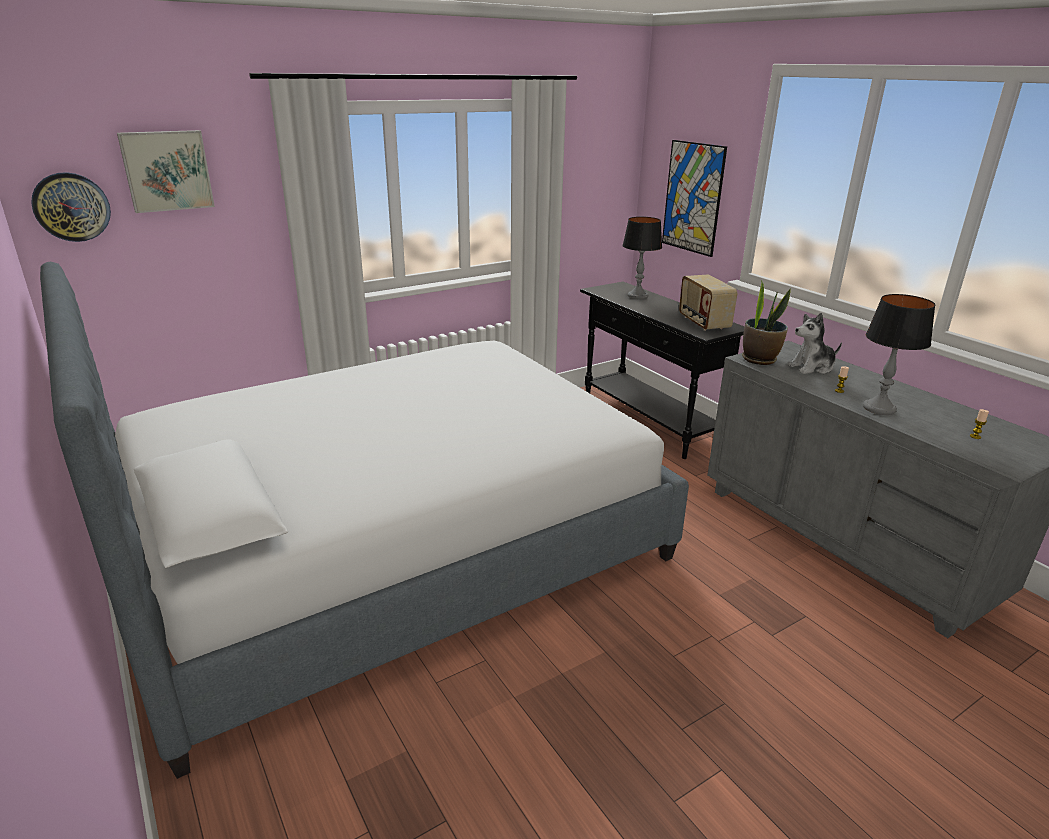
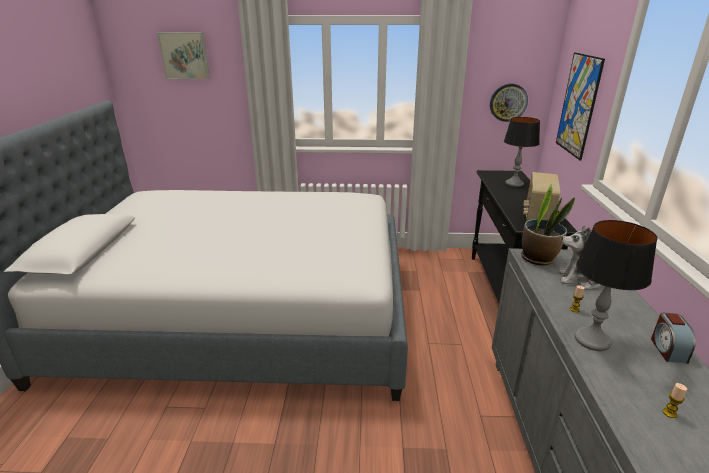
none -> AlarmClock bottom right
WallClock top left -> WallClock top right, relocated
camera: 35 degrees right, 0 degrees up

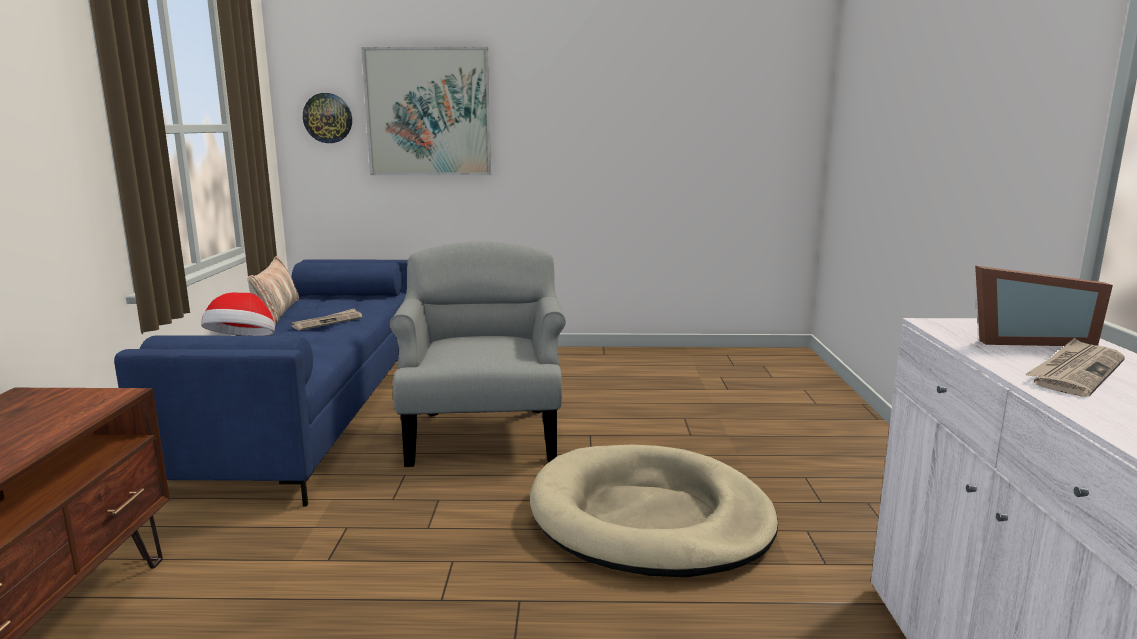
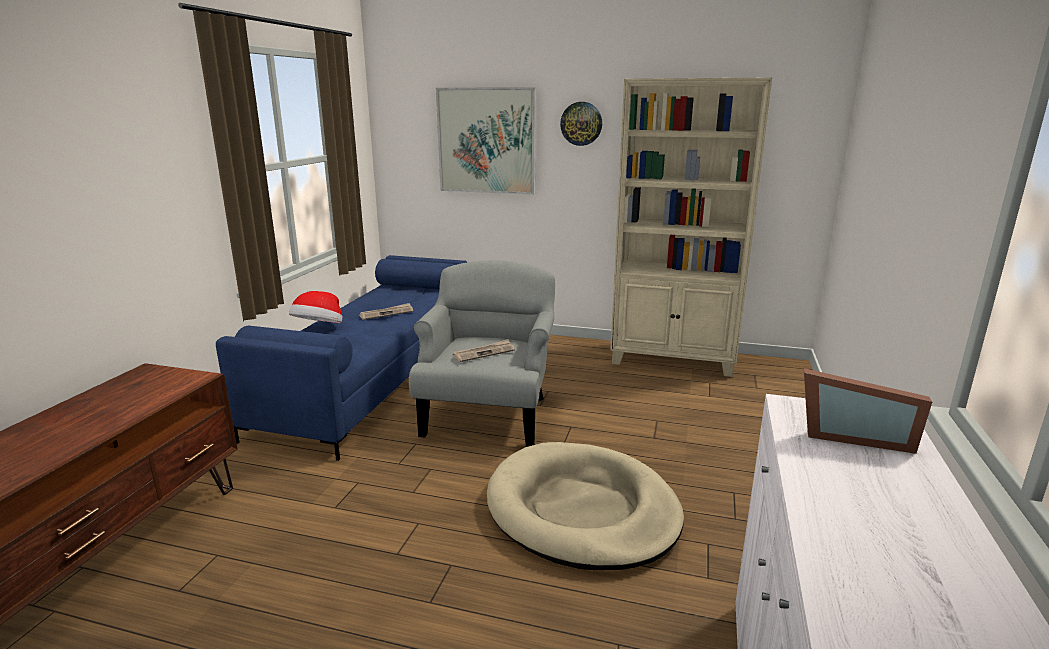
Pillow middle left -> none
none -> BeigeBookcase centre
WallClock top left -> WallClock top centre, relocated
Newspaper (no. 2 from left) middle right -> Newspaper (no. 2 from left) centre, relocated
camera: 15 degrees right, 5 degrees up

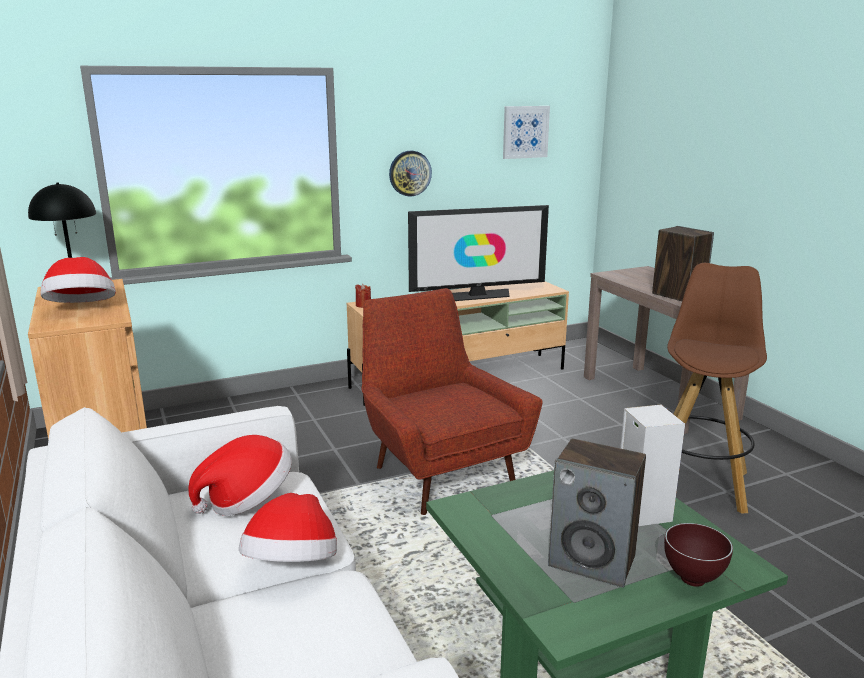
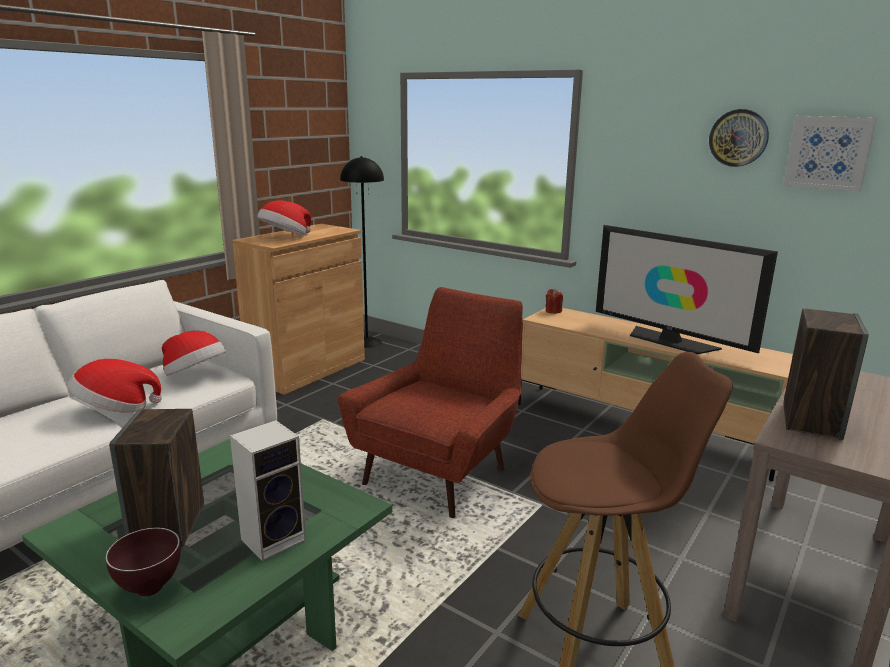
WallClock top centre -> WallClock top right, relocated
camera: 60 degrees right, 0 degrees up

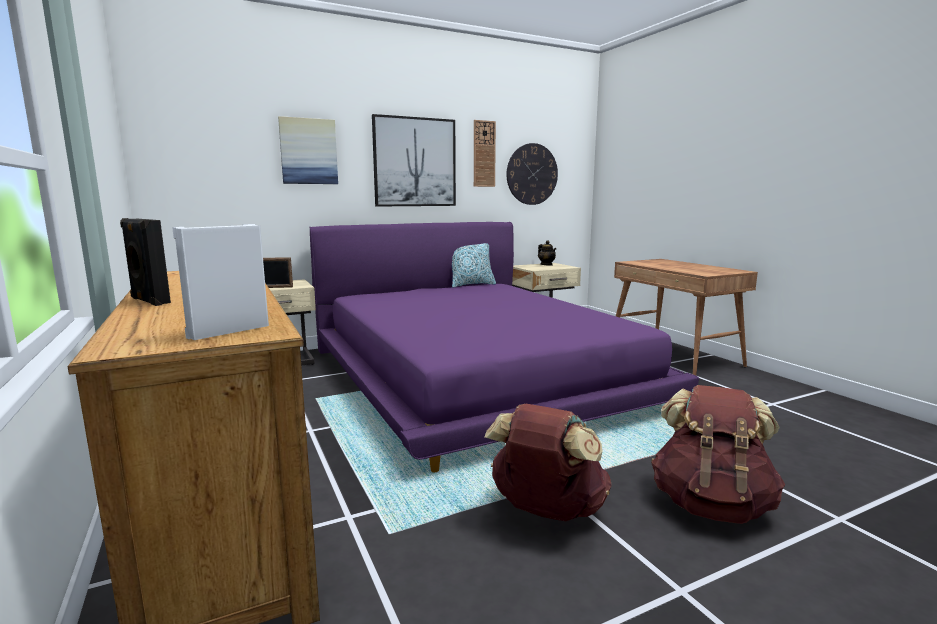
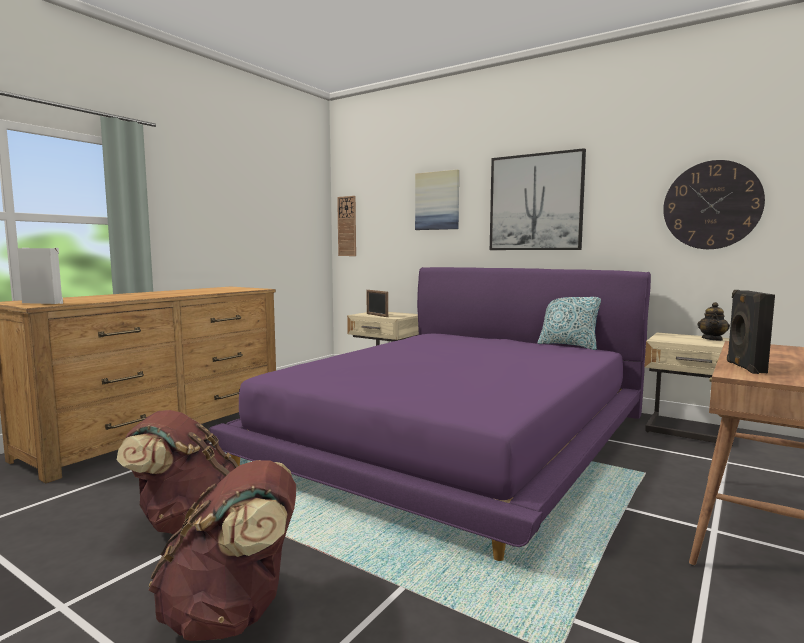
BlackSpeaker middle left -> BlackSpeaker middle right, relocated
WallClock (no. 1 from left) top centre -> WallClock (no. 1 from left) centre, relocated
camera: 60 degrees right, 5 degrees down

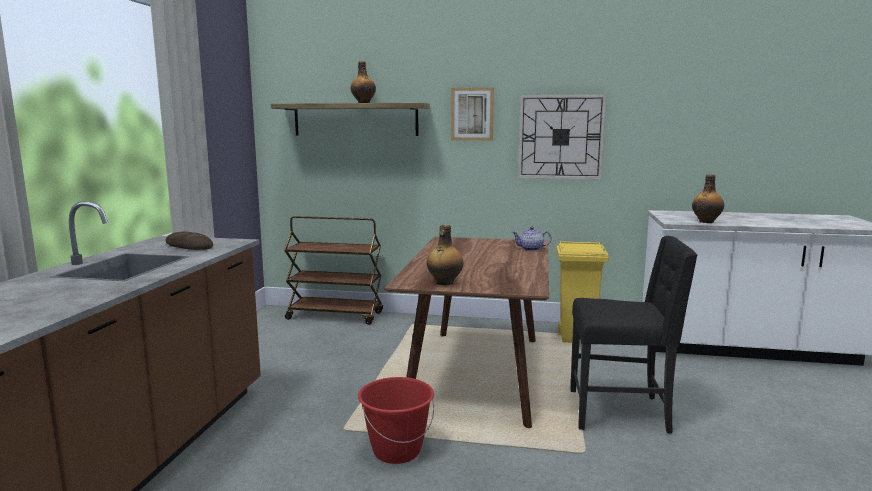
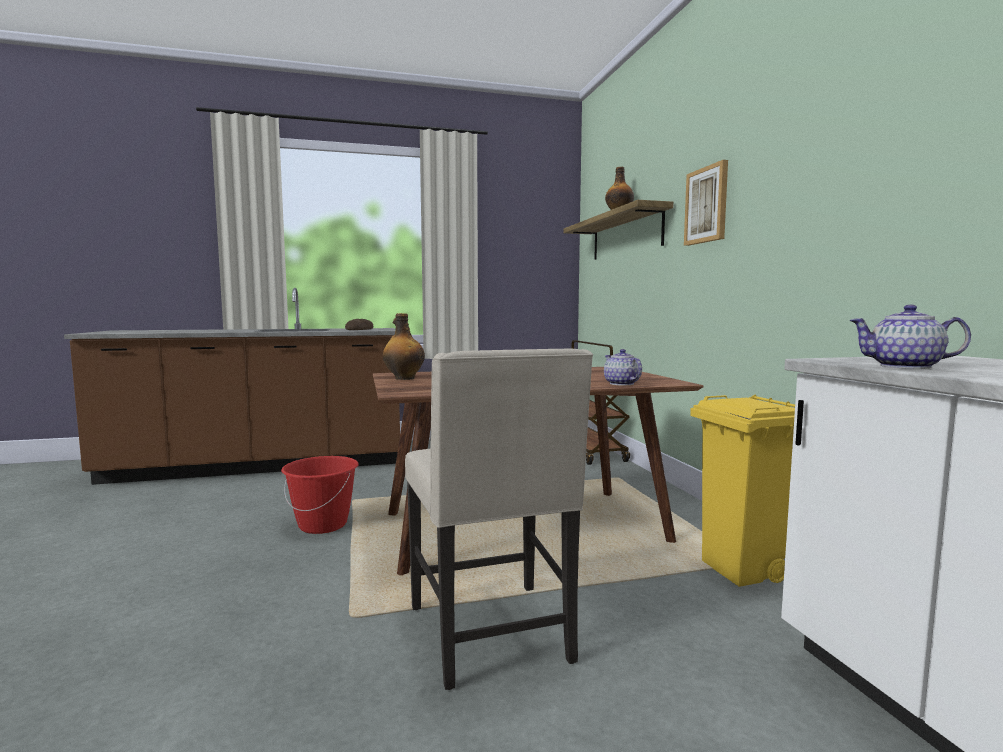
WallClock top centre -> none
Bottle (no. 3 from left) middle right -> Teapot (no. 2 from left) middle right
BlackChair bottom right -> BeigeChair bottom centre
camera: 65 degrees right, 5 degrees down

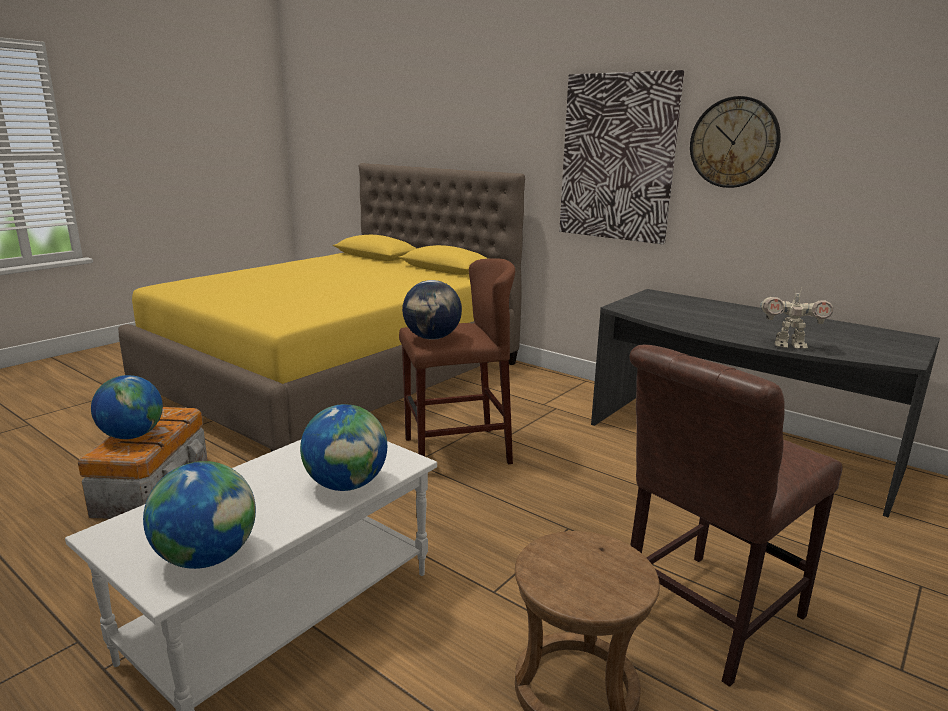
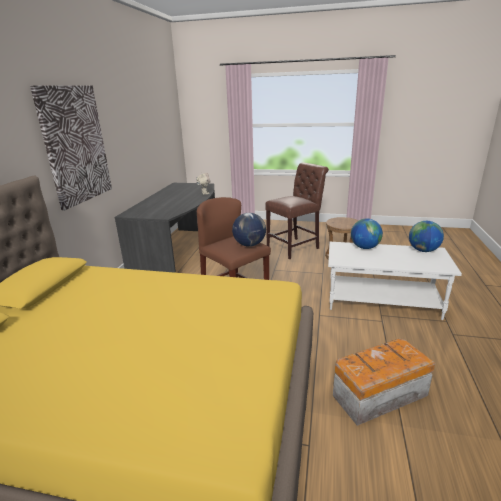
Globe (no. 1 from left) middle left -> none
WallClock top right -> none
BrownChair bottom right -> BrownChair centre, 60 degrees counterclockwise
camera: 115 degrees left, 5 degrees up

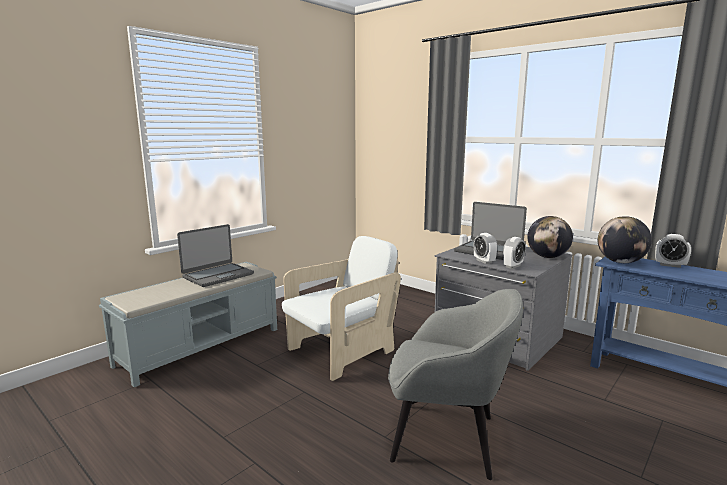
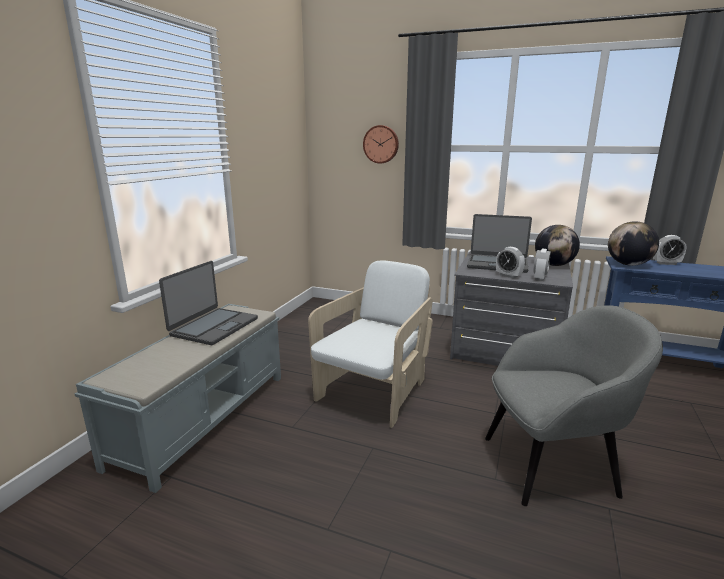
none -> WallClock top centre
camera: 20 degrees left, 5 degrees up

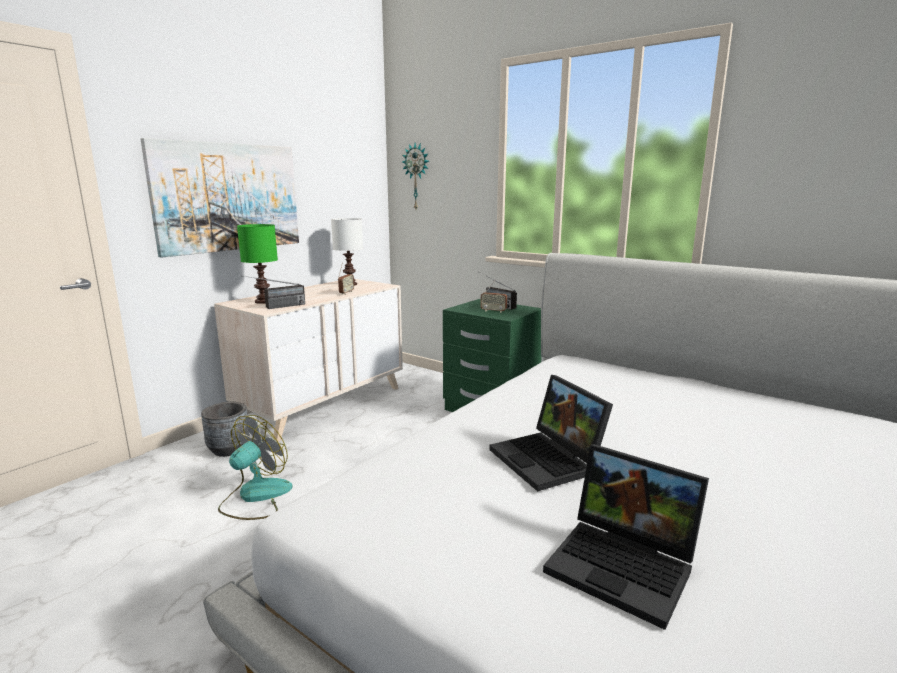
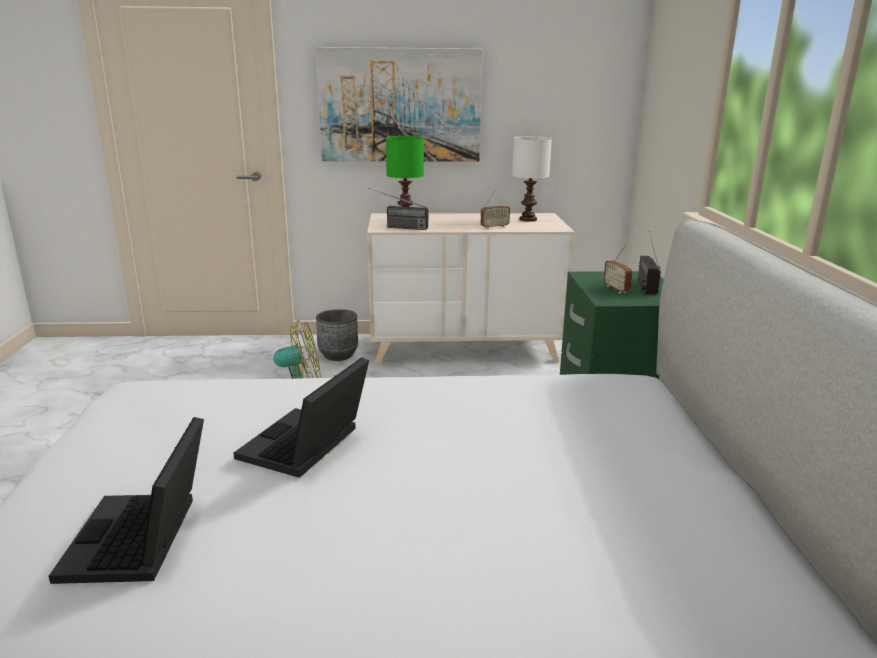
WallClock top centre -> none
camera: 50 degrees right, 5 degrees up

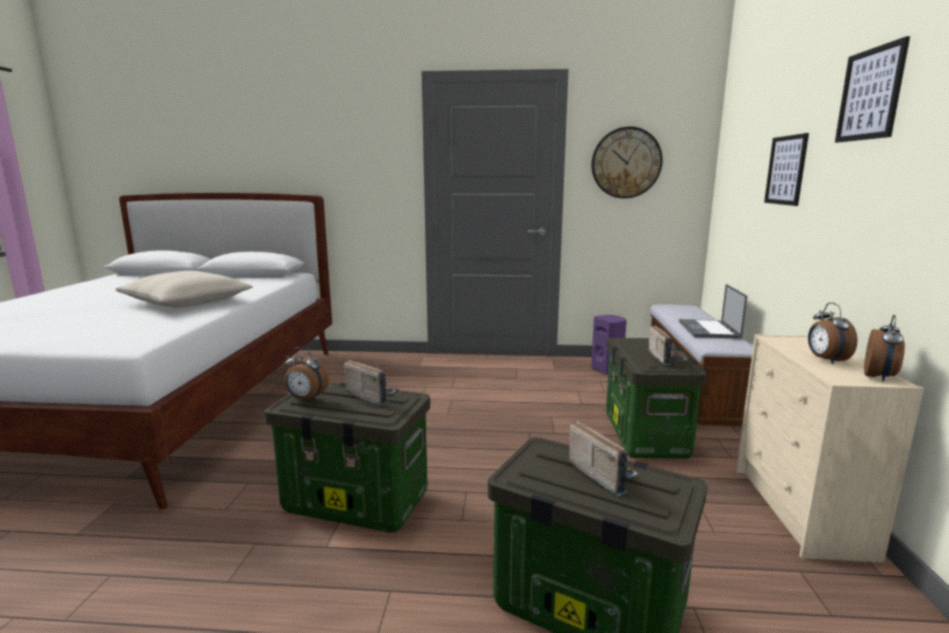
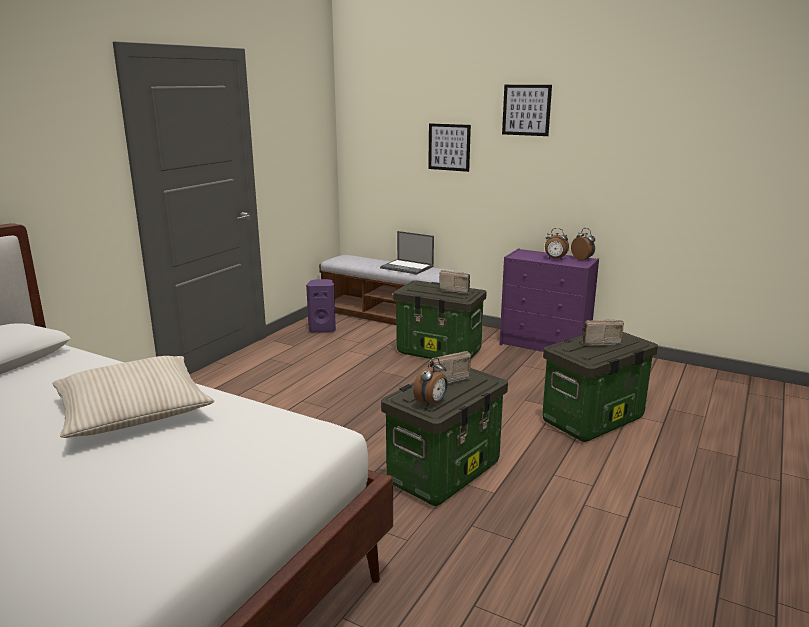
WallClock top centre -> none
BeigeDresser bottom right -> PurpleDresser middle right
camera: 65 degrees left, 5 degrees up

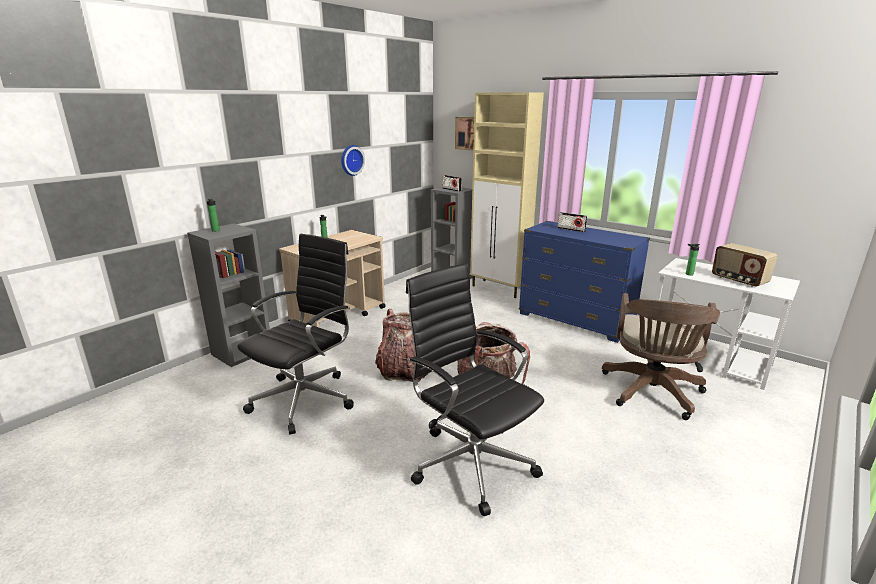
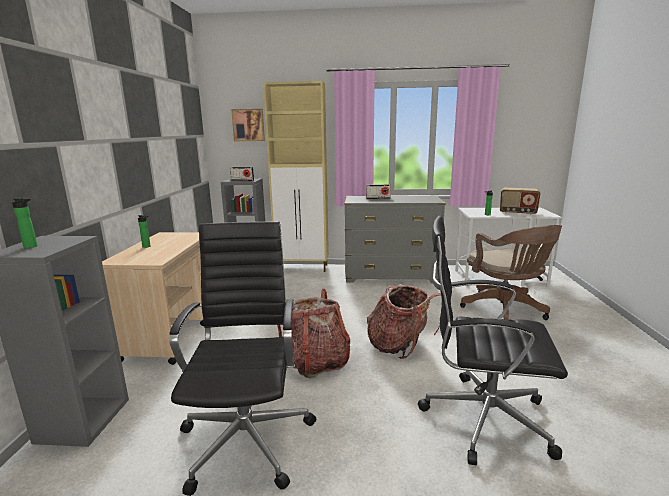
WallClock top centre -> none
BlueDresser middle right -> GreyDresser centre
camera: 35 degrees left, 5 degrees down

